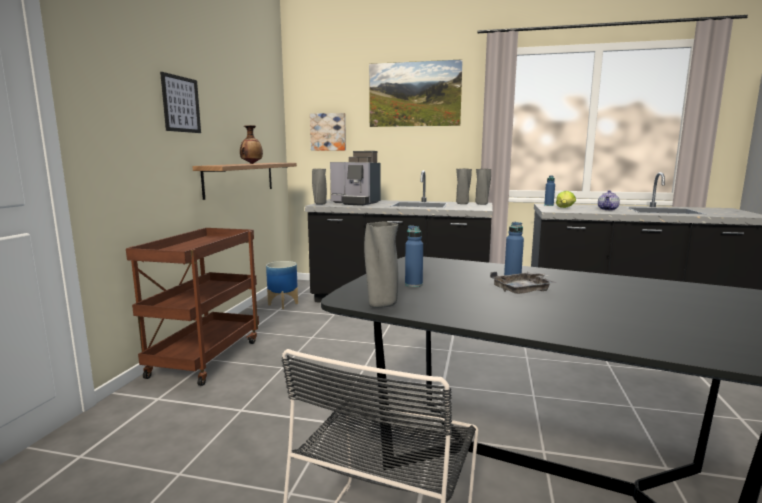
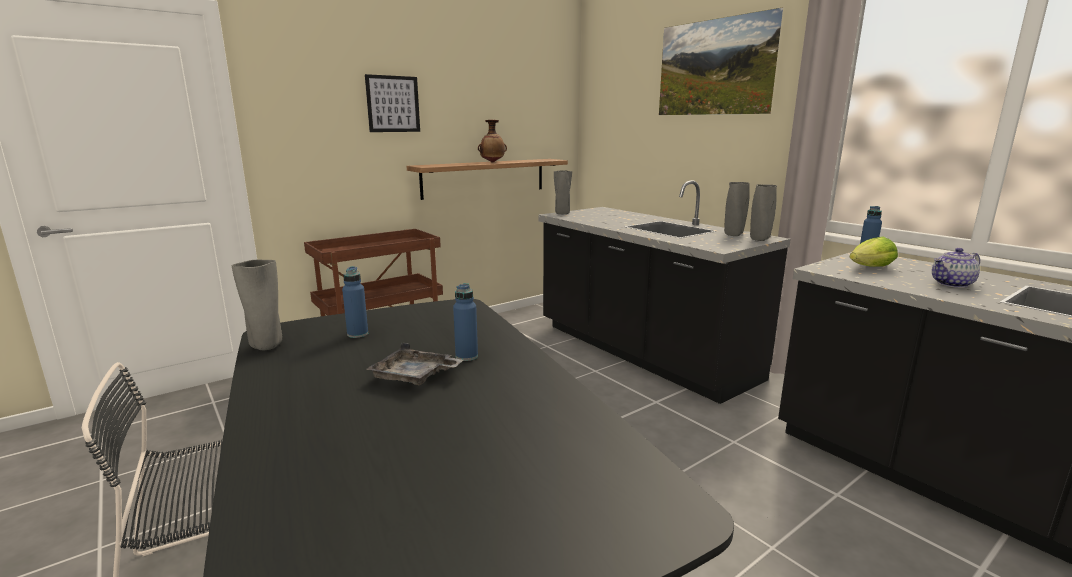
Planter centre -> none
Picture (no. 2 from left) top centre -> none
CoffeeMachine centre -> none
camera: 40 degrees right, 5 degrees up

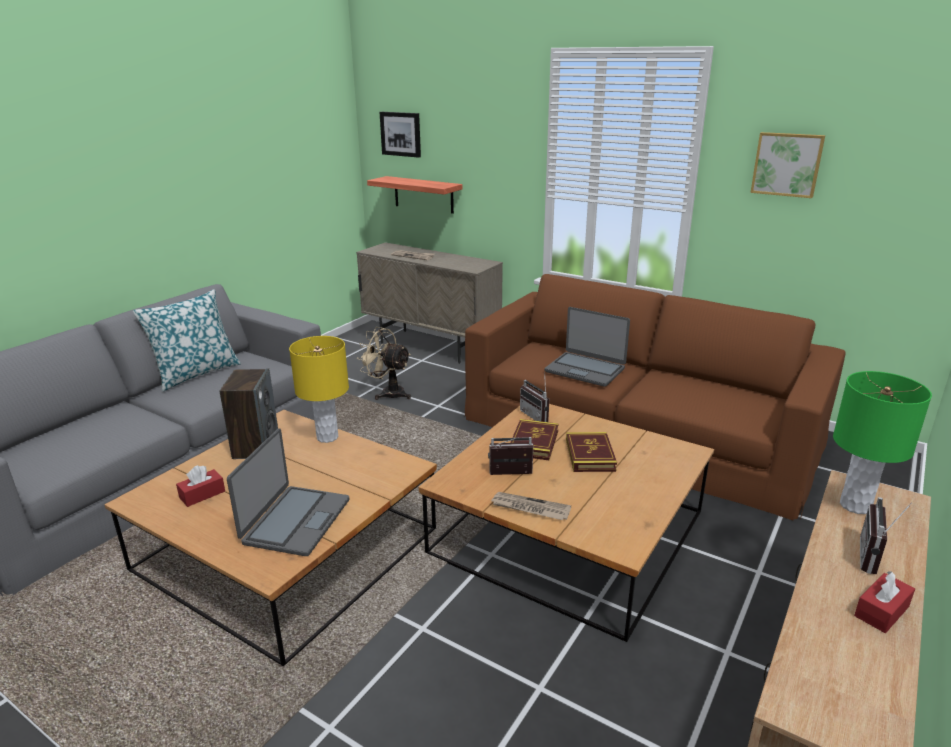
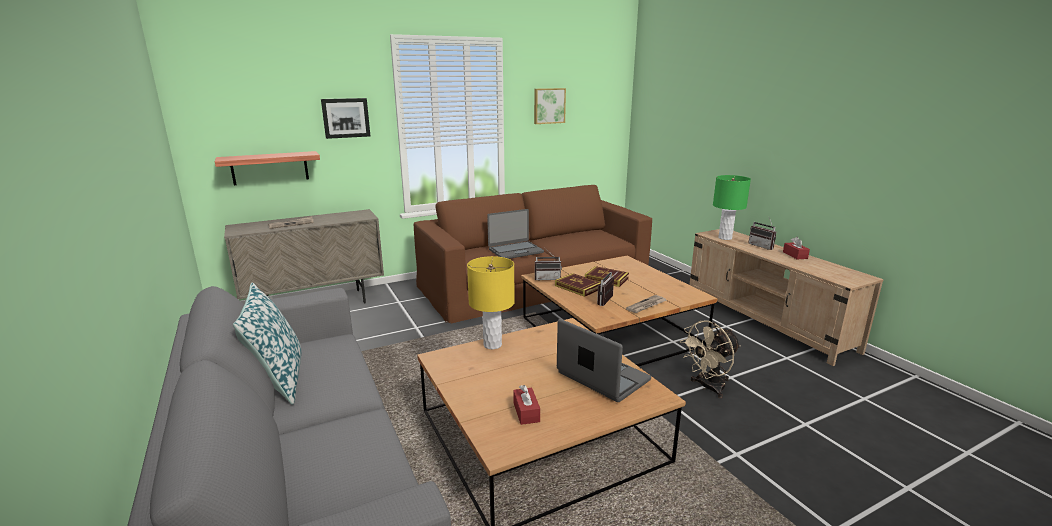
Speaker middle left -> none
BeigeFan centre -> BeigeFan bottom right, relocated
Picture (no. 1 from left) top centre -> Picture (no. 1 from left) top left, relocated
camera: 60 degrees left, 5 degrees down

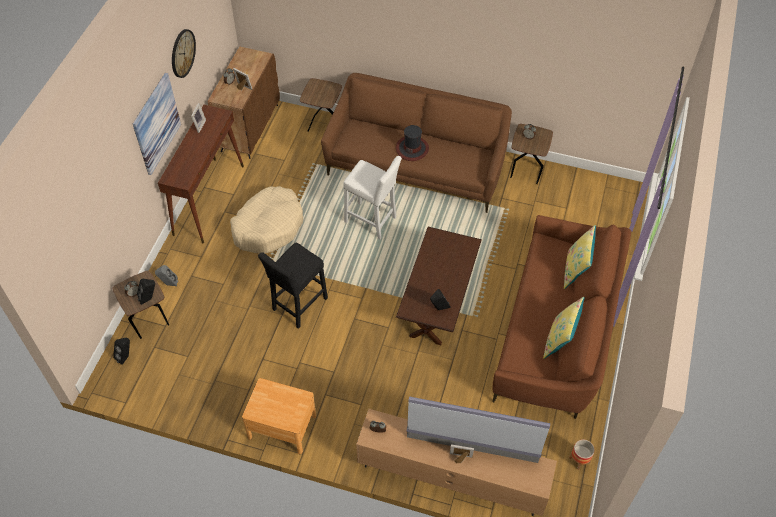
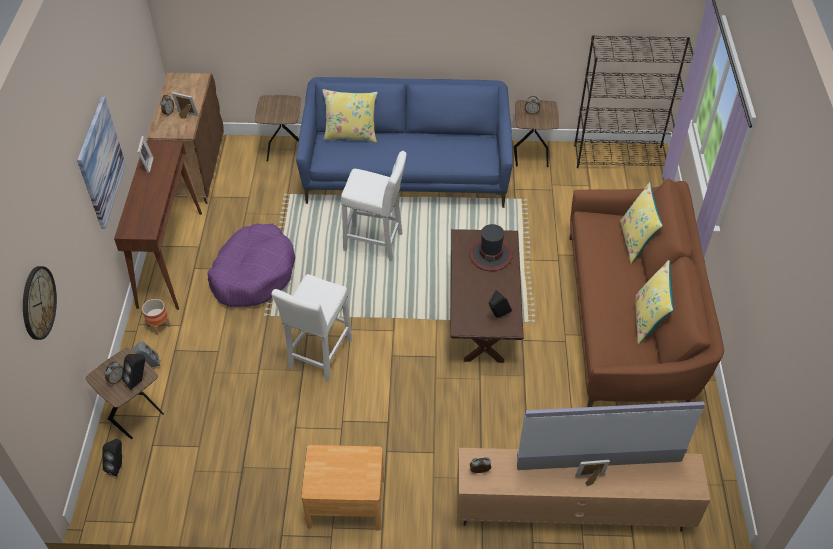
none -> YellowPillow (no. 1 from left) top centre
none -> BlackBookcase top right
WallClock top left -> WallClock middle left, relocated
Hat top centre -> Hat centre, relocated
Planter bottom right -> Planter middle left, relocated
BeigeDogBed centre -> PurpleDogBed middle left
BlackStool centre -> WhiteStool (no. 1 from left) centre
BrownSofa (no. 1 from left) top centre -> BlueSofa top centre
camera: 15 degrees left, 5 degrees down

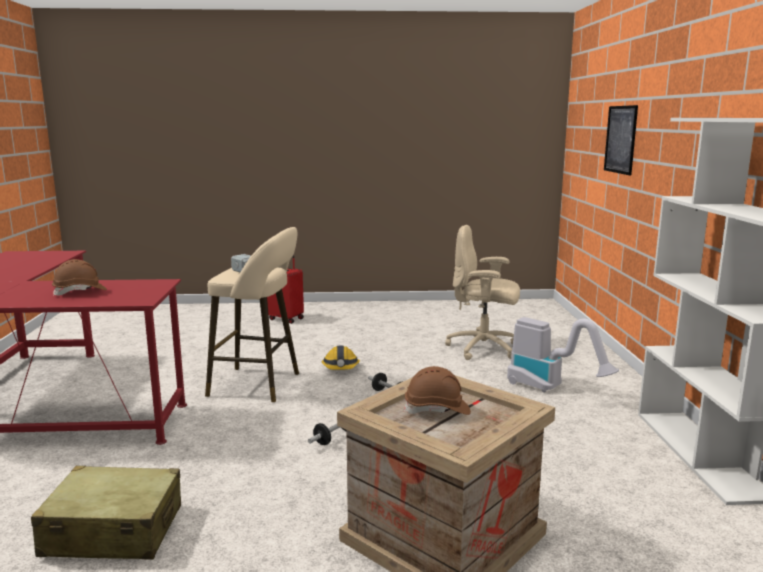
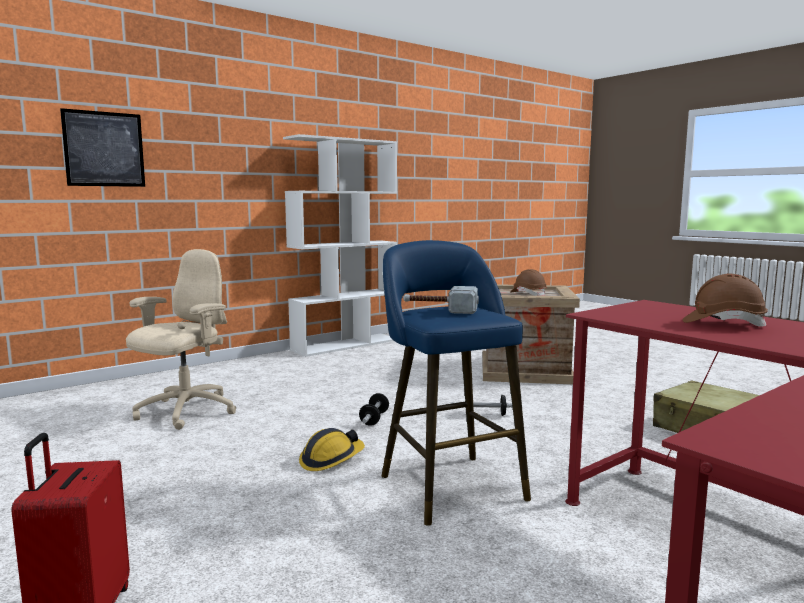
VacuumCleaner middle right -> none
BeigeStool middle left -> BlueStool centre
BeigeOfficeChair centre -> BeigeOfficeChair middle left, 135 degrees counterclockwise
camera: 125 degrees left, 5 degrees down

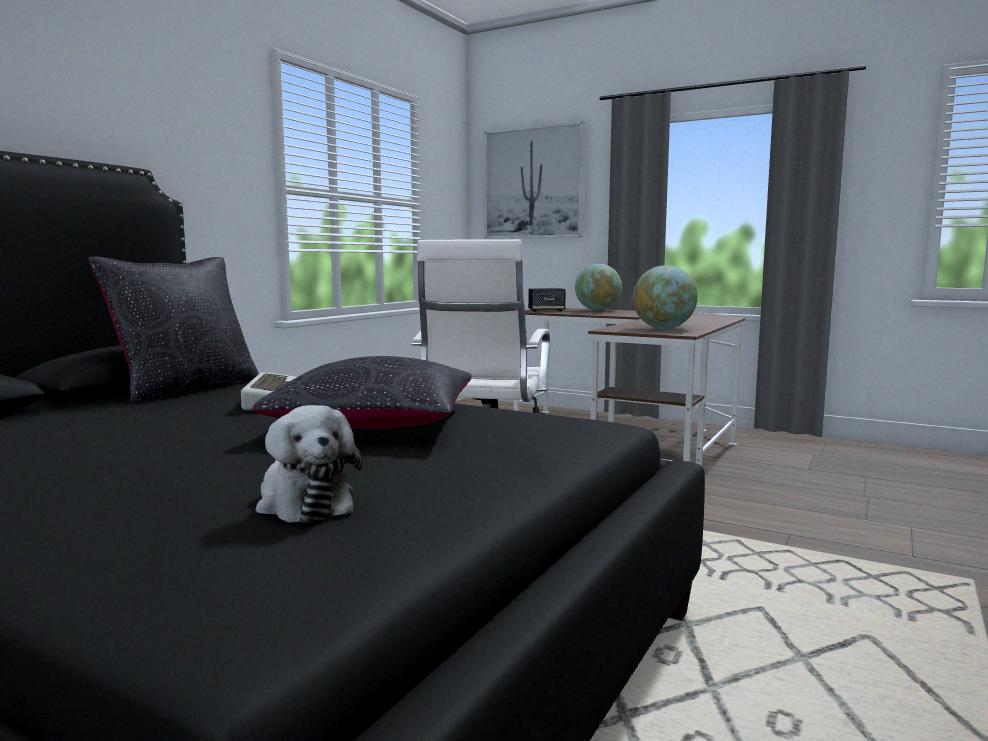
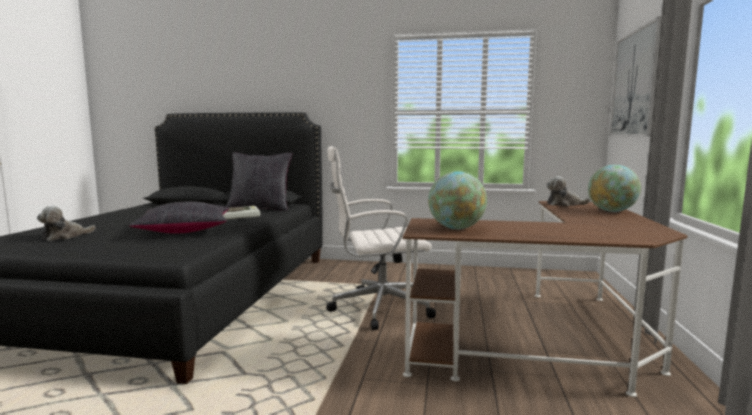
Speaker centre -> PlushToy (no. 2 from left) middle right
camera: 70 degrees right, 0 degrees up

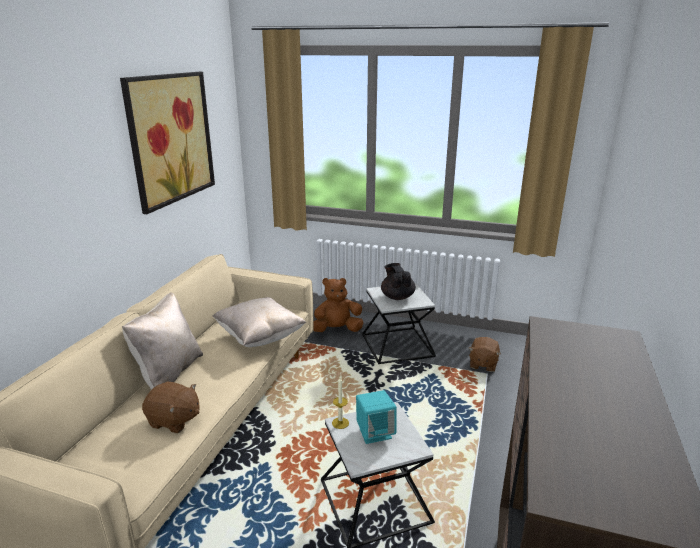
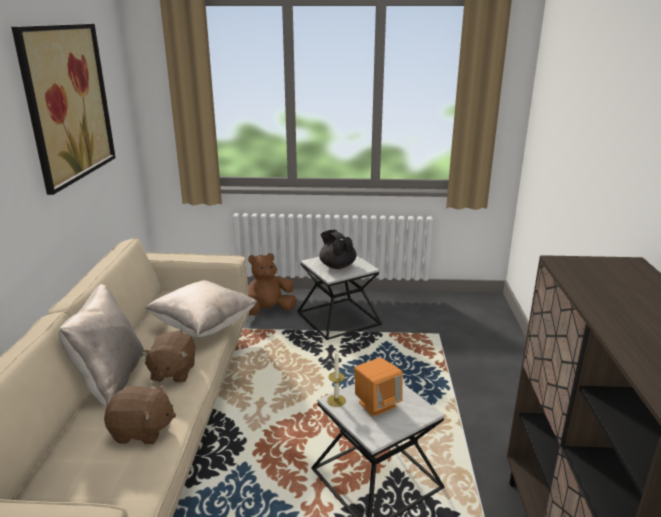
BrownPlushToy (no. 3 from left in the first image) middle right -> BrownPlushToy (no. 2 from left) bottom left, relocated
TurquoiseSpeaker bottom centre -> OrangeSpeaker bottom centre
camera: 15 degrees left, 0 degrees up

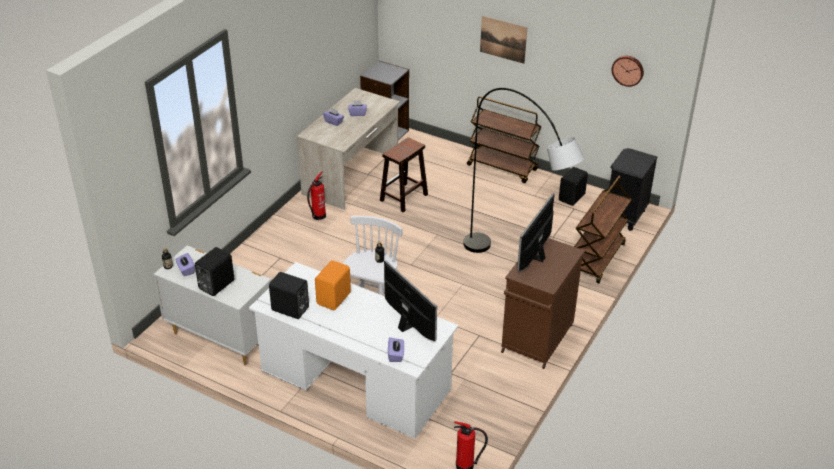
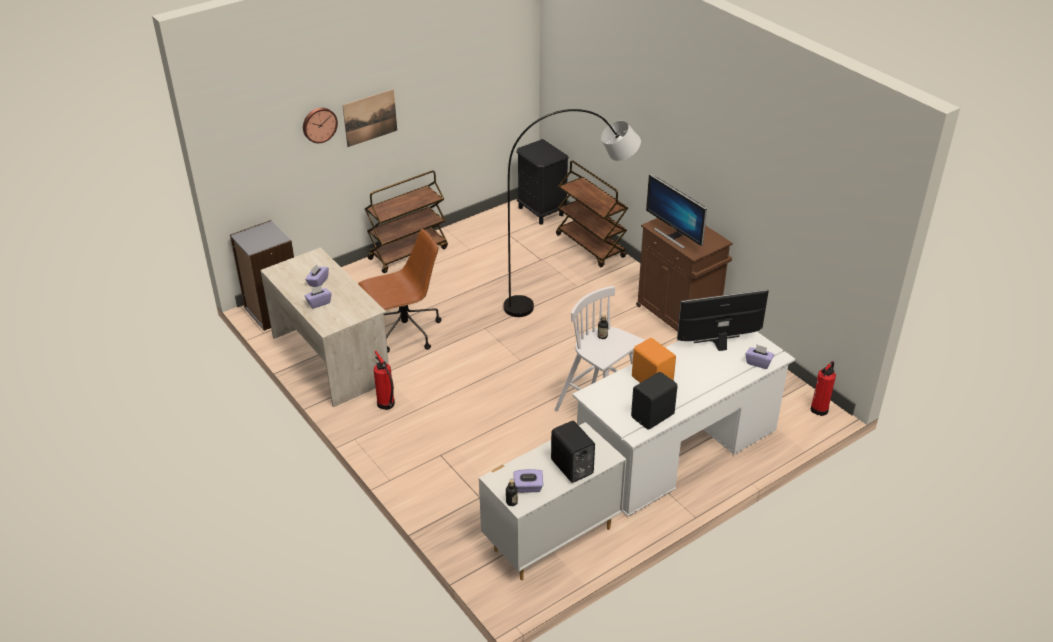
BlackSpeaker (no. 3 from left) middle right -> none
WallClock top right -> WallClock top left, relocated
BrownStool centre -> BrownOfficeChair centre
camera: 65 degrees left, 0 degrees up

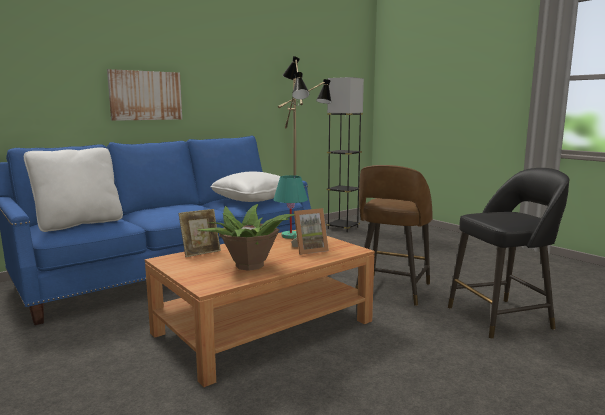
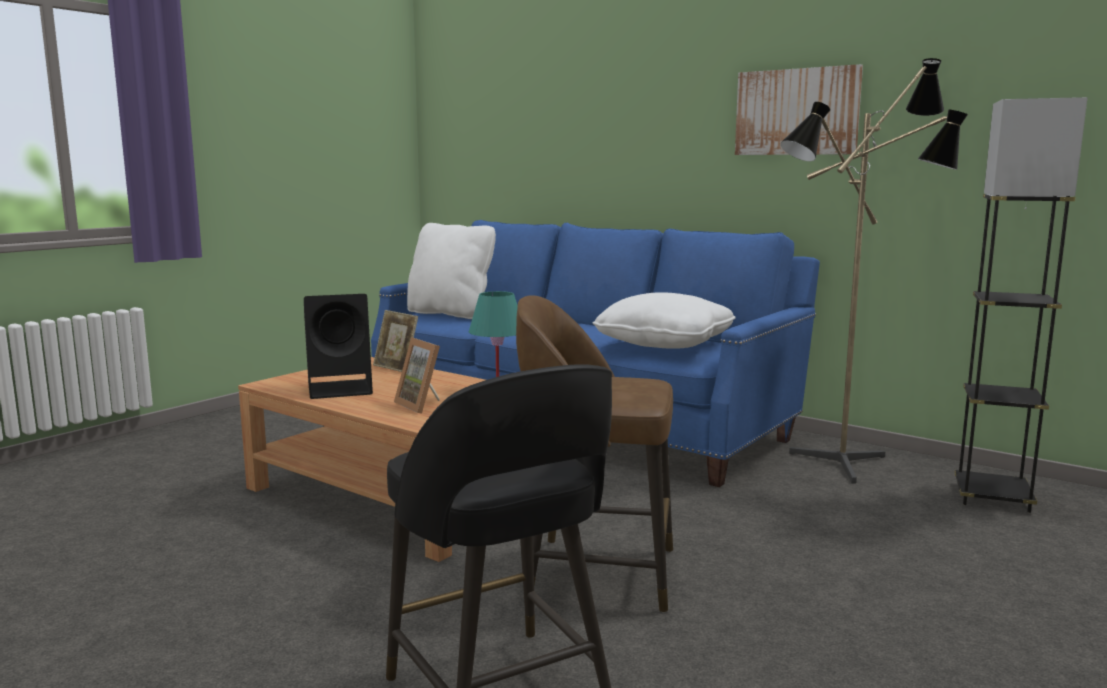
Picture top left -> Picture top right, relocated
PottedPlant centre -> BlackSpeaker middle left
camera: 75 degrees right, 0 degrees up

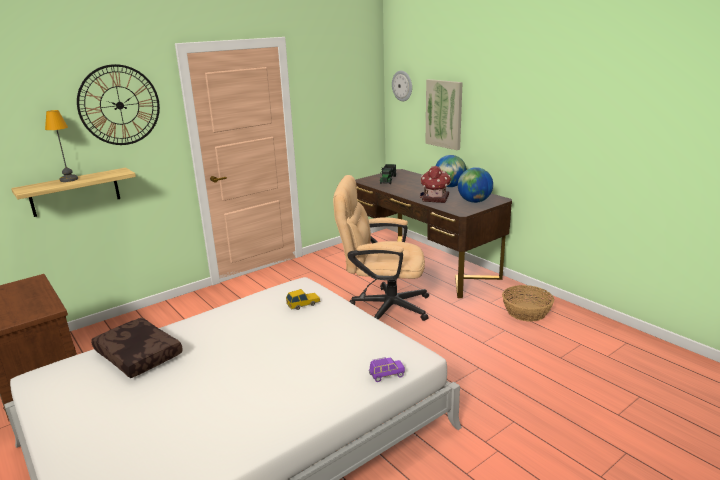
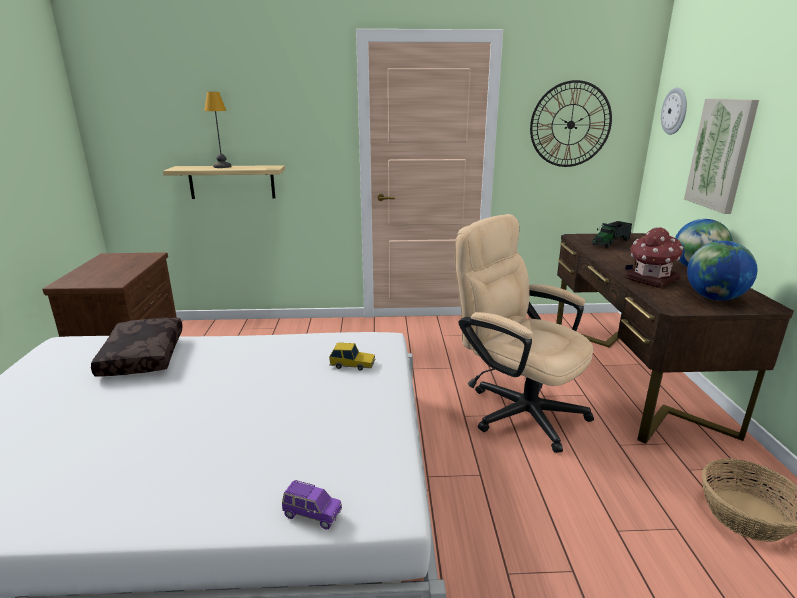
WallClock (no. 1 from left) top left -> WallClock (no. 1 from left) top right, relocated
camera: 35 degrees right, 0 degrees up

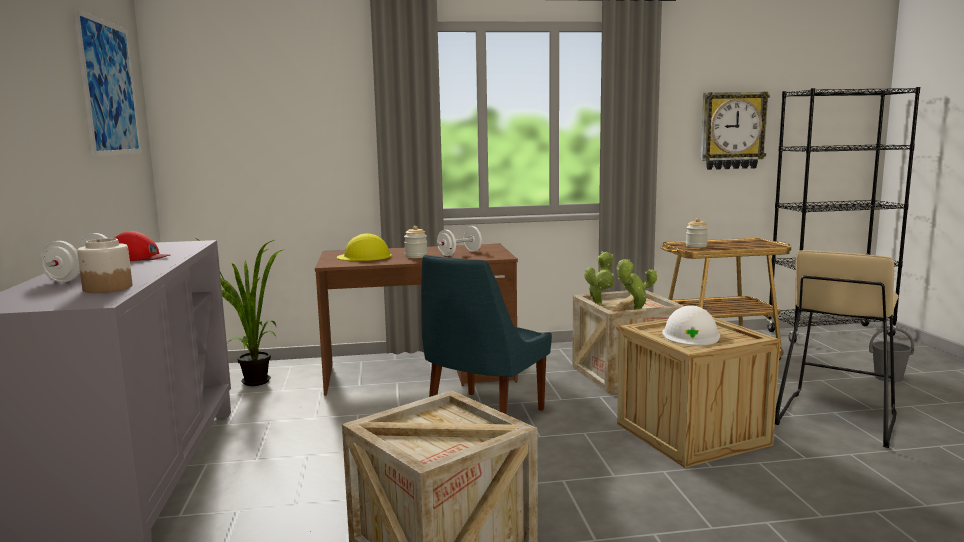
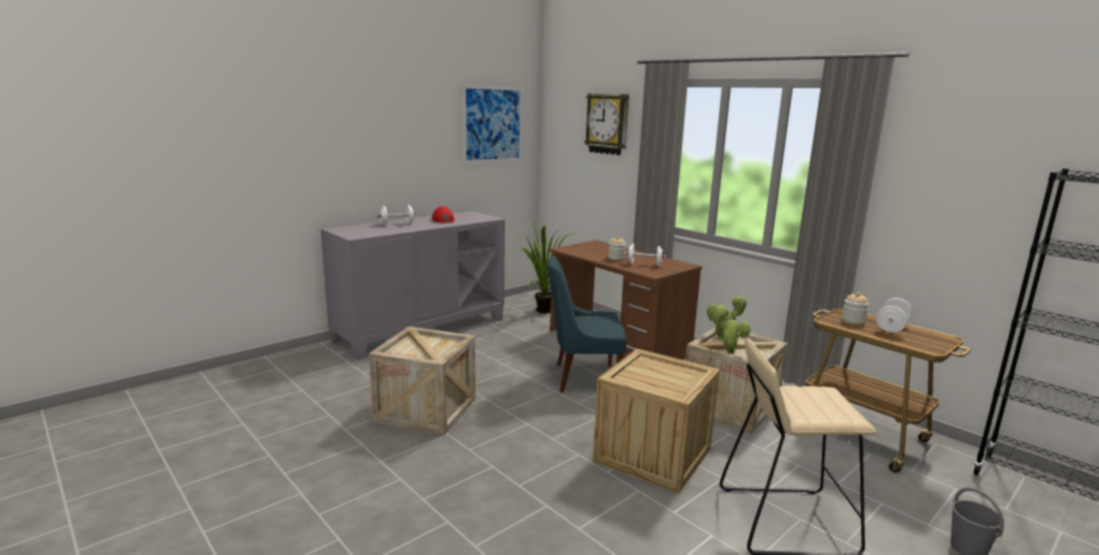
Jar (no. 1 from left) middle left -> none
YellowHardHat centre -> none
WhiteHardHat middle right -> none
none -> WhiteDumbbell (no. 3 from left) middle right
WallClock top right -> WallClock top centre, relocated
camera: 55 degrees right, 5 degrees up

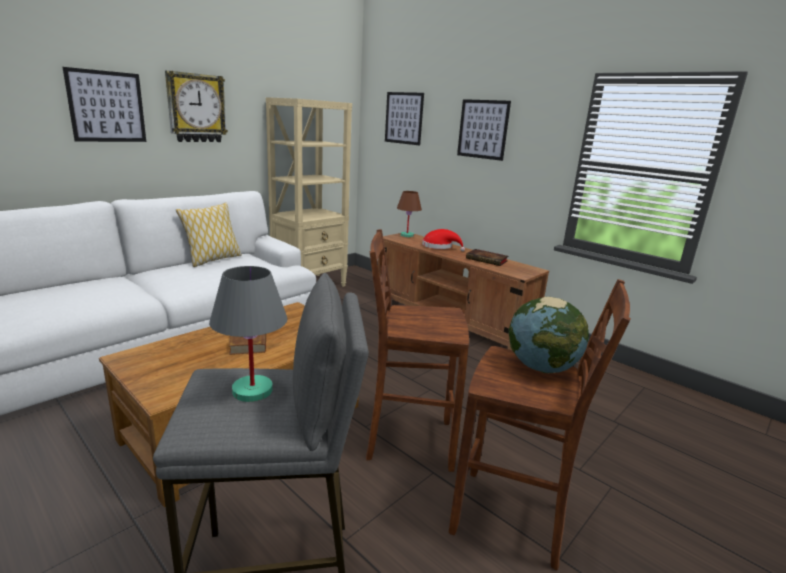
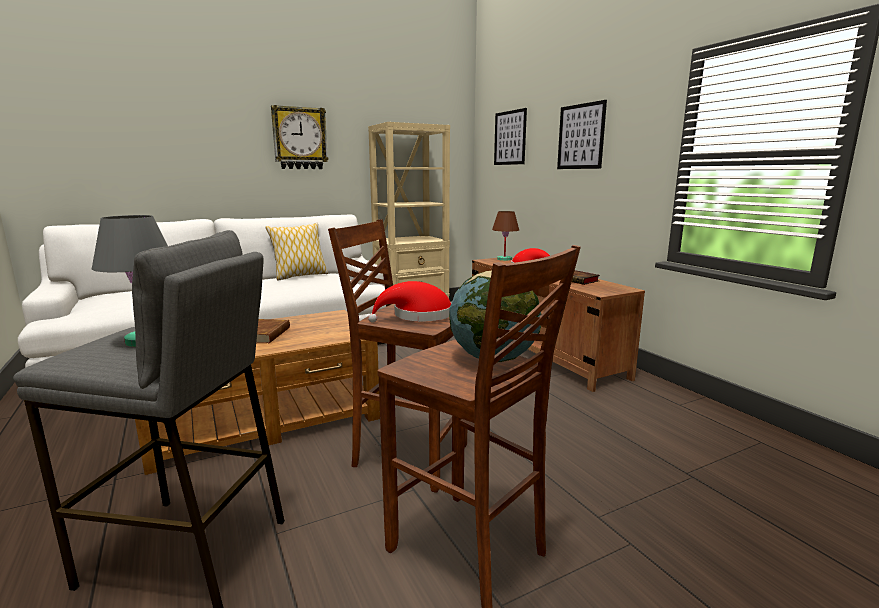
Picture (no. 1 from left) top left -> none
none -> RedHat (no. 1 from left) centre
camera: 20 degrees right, 5 degrees down

